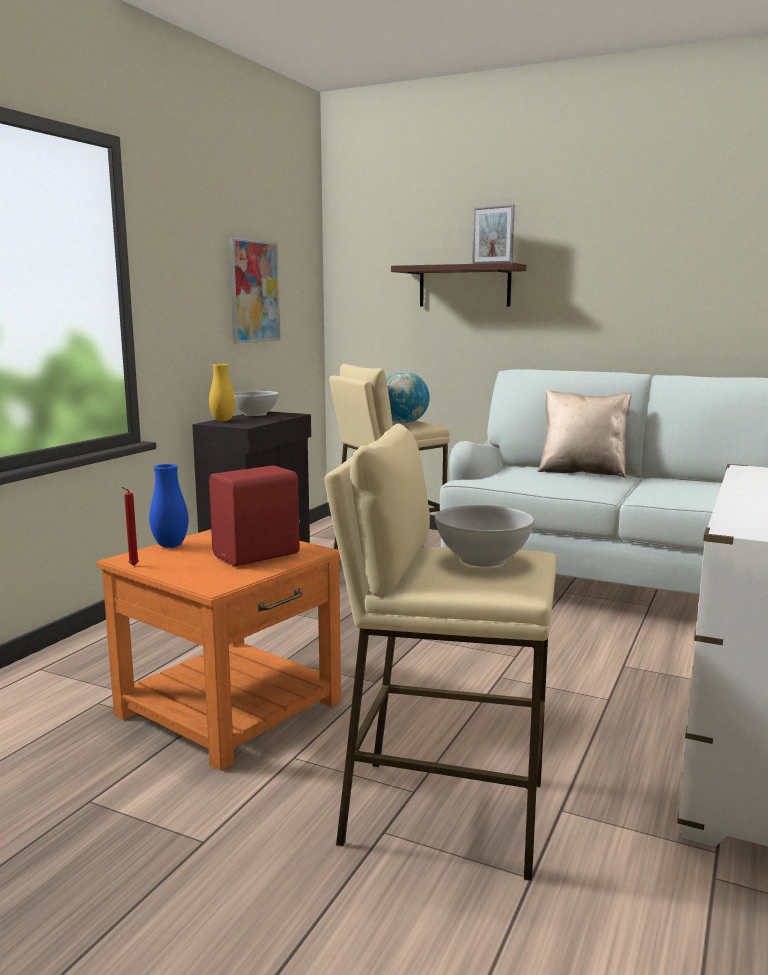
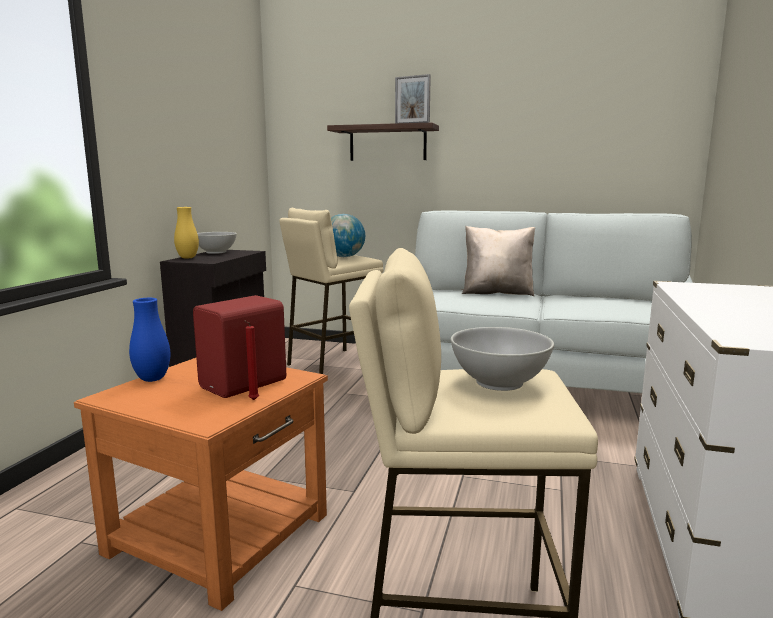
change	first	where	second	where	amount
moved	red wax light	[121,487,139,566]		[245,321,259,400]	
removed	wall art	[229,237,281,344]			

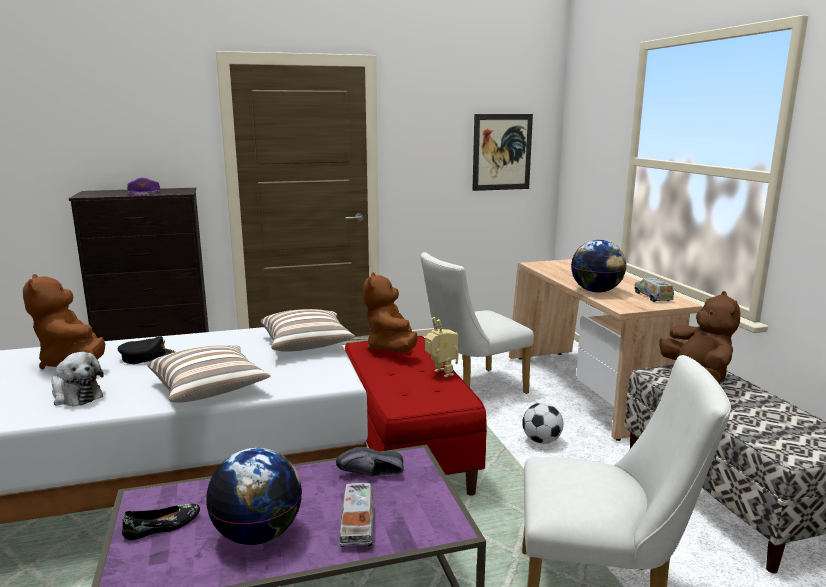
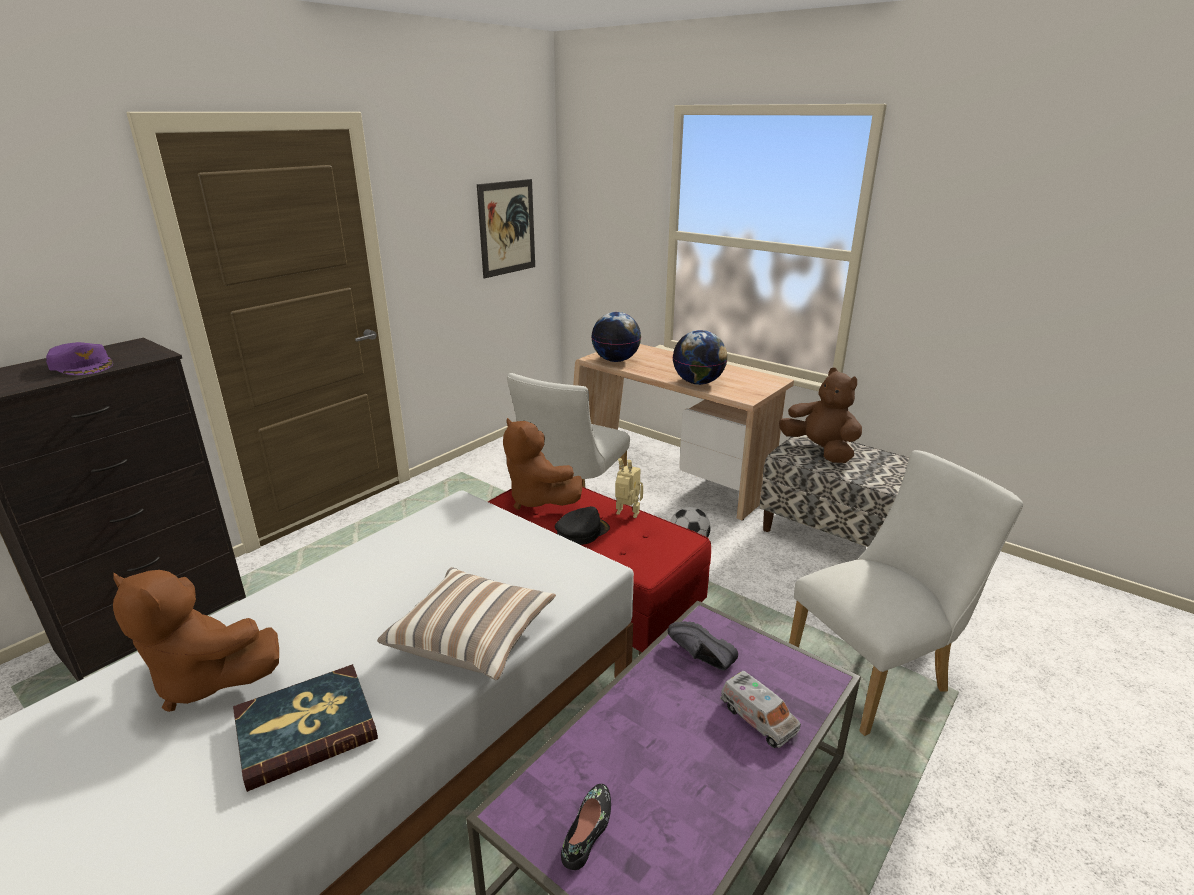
change	first	where	second	where	amount
replaced	plush toy	[51,352,104,406]	volume	[233,664,378,792]	
moved	black cap	[118,336,175,364]		[555,506,610,545]	
moved	world globe	[206,448,302,545]		[591,312,641,362]	
turned	black low shoe	[336,447,404,476]		[668,621,738,671]	75 degrees clockwise
removed	pillow	[261,309,355,352]			
removed	toy truck	[634,278,674,302]			

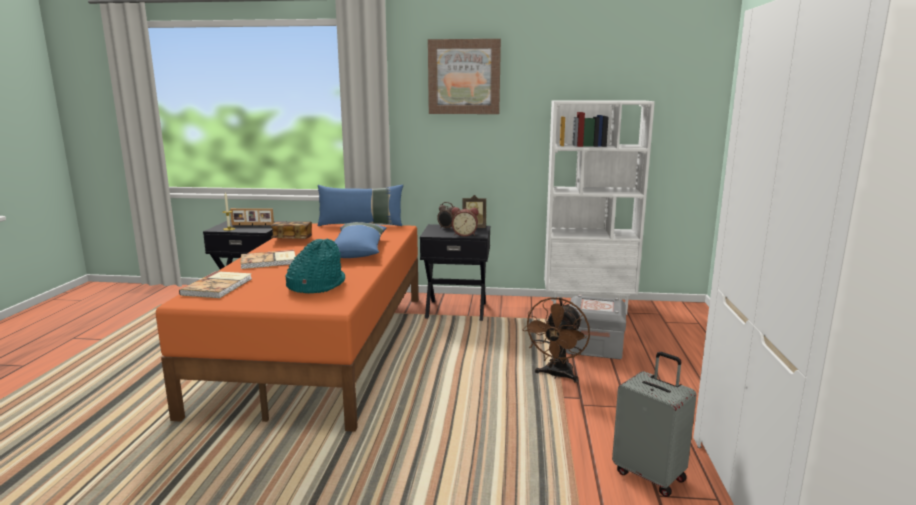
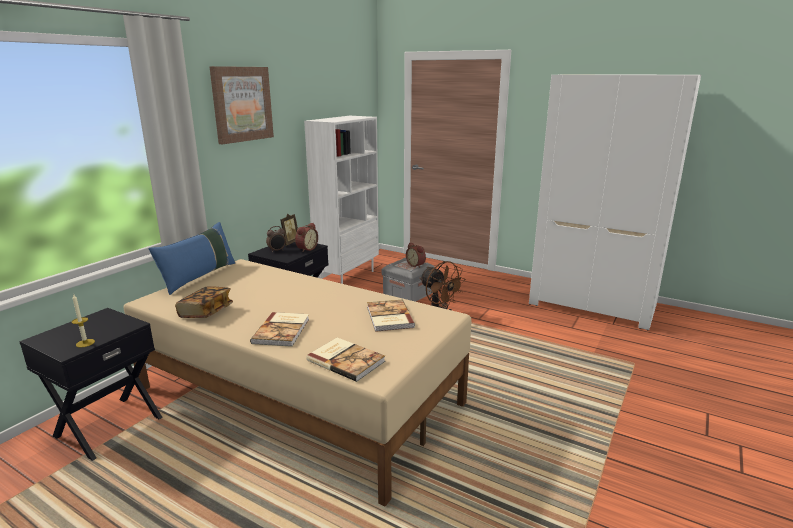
change	first	where	second	where	amount
recoloured	orange-coloured bed	[156,223,419,432]	sand-coloured bed	[124,259,472,506]	
replaced	turquoise wearable hat	[286,239,345,293]	volume	[367,300,415,332]	
added			bedside clock	[406,242,426,268]	
removed	picture frame	[230,208,274,226]			
removed	blue-coloured pillow	[334,222,387,258]			
removed	grey piece of luggage	[612,352,697,497]			

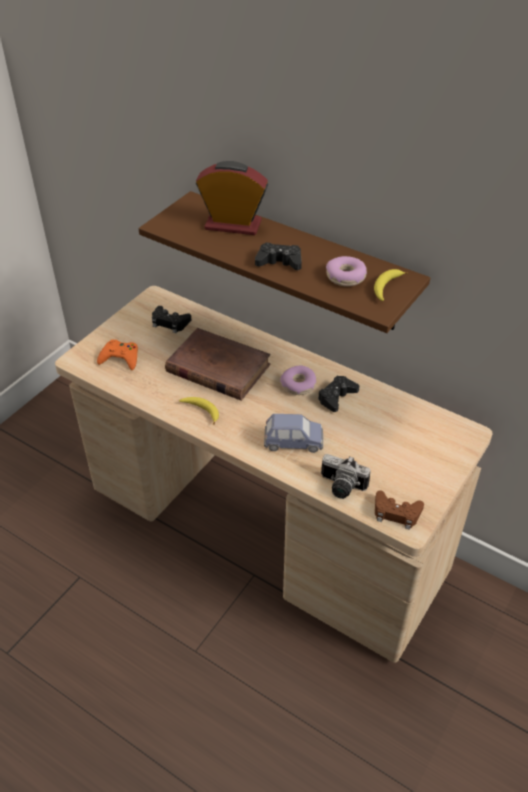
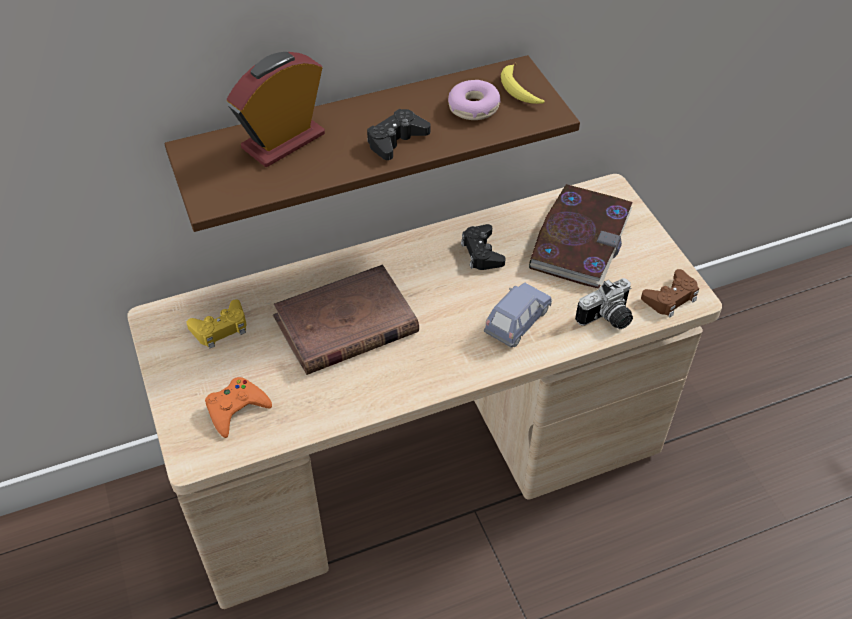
change	first	where	second	where	amount
recoloured	black game controller	[152,306,191,333]	yellow game controller	[186,299,246,348]	
added			volume	[529,184,633,289]	
removed	banana	[179,397,219,425]			
removed	donut	[280,366,316,395]			

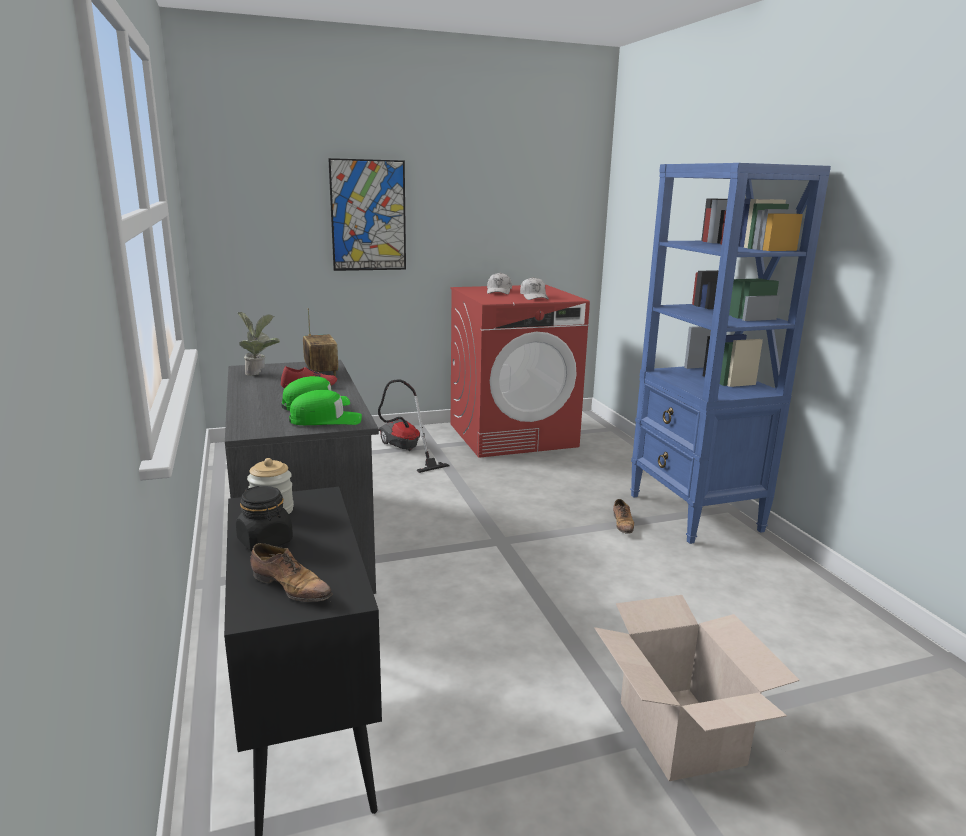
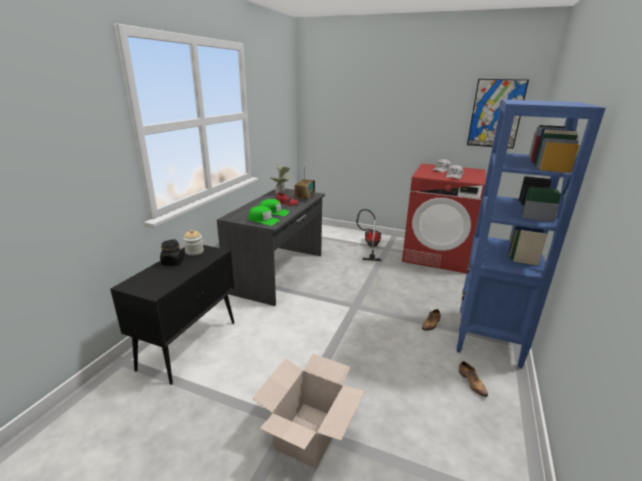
change	first	where	second	where	amount
moved	low shoe	[250,543,333,602]		[459,361,488,398]	
moved	wall art	[328,158,406,271]		[467,79,529,149]	

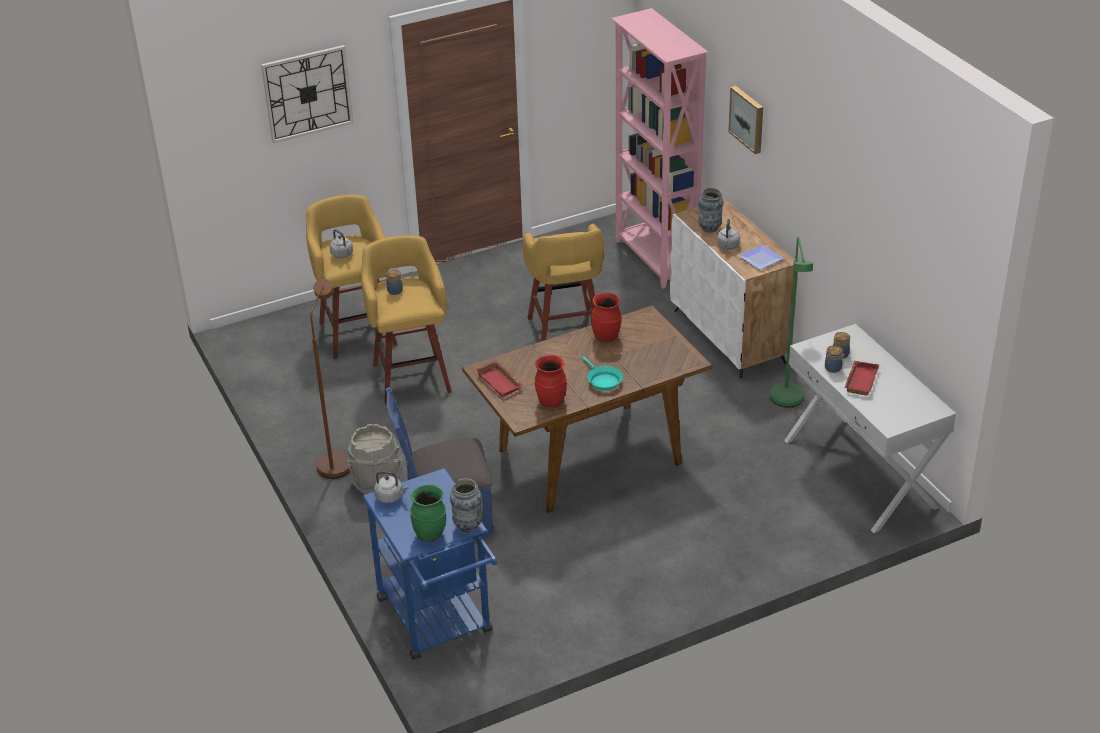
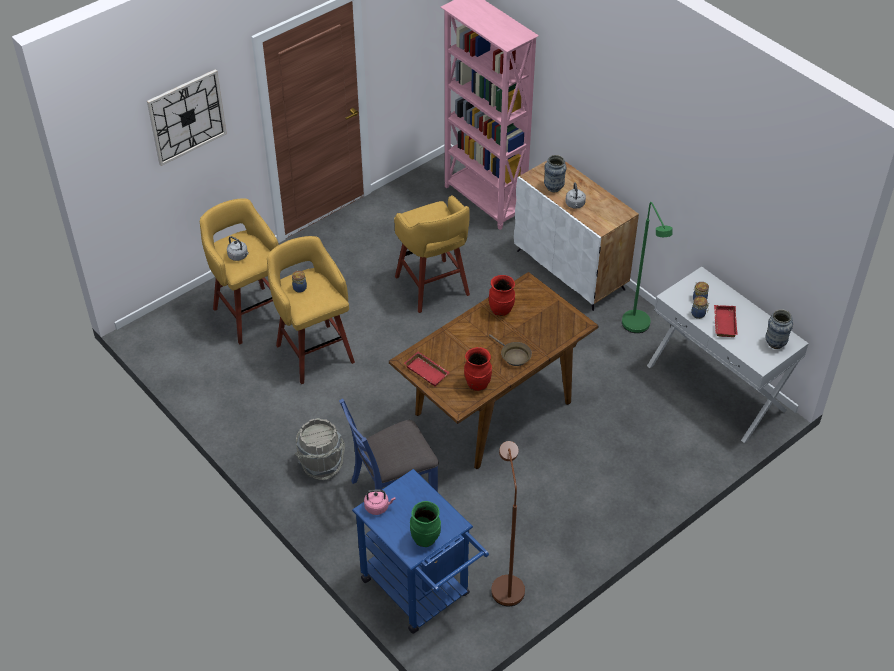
change	first	where	second	where	amount
recoloured	grey kettle	[374,471,409,503]	pink kettle	[364,489,396,515]	
recoloured	turquoise frying pan	[582,357,623,391]	brownish frying pan	[489,334,532,366]	
moved	brownish floor lamp	[310,279,352,479]		[491,441,525,606]	
moved	flower vase	[450,478,482,532]		[765,309,793,349]	
removed	wall art	[728,86,763,154]			
removed	plate	[738,245,784,270]			

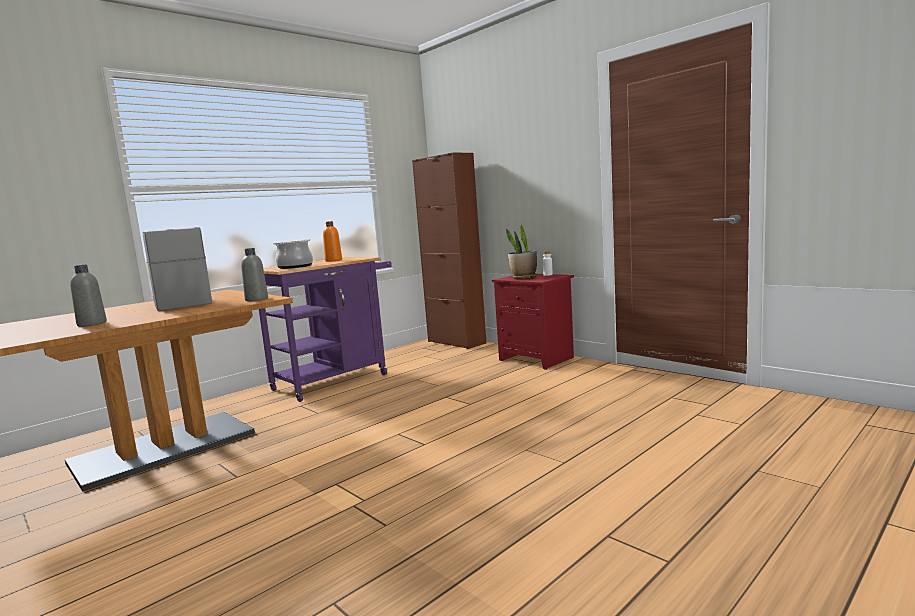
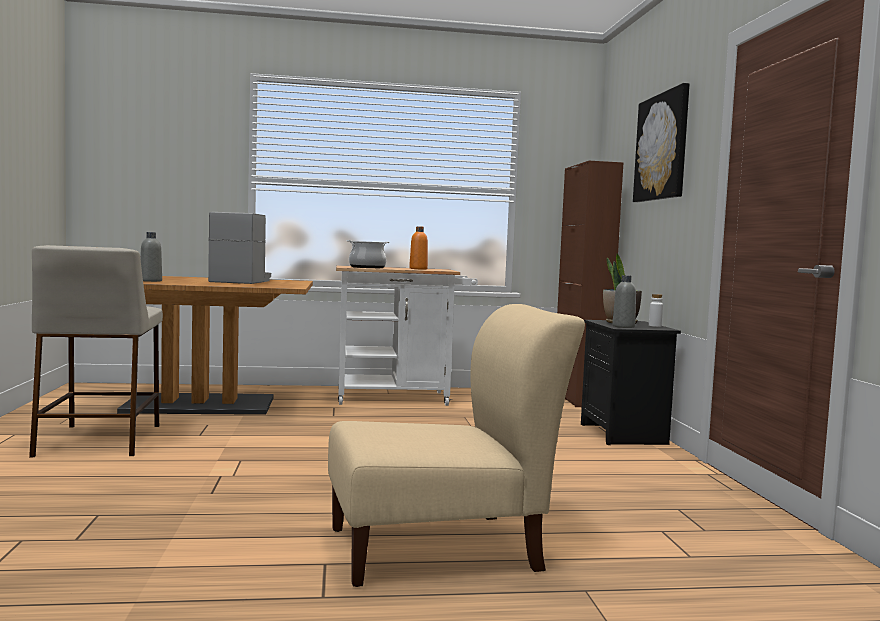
change	first	where	second	where	amount
added			sand-coloured stool seat	[29,245,163,457]	
added			sand-coloured plain chair	[328,304,585,587]	
recoloured	purple wheeled cart	[259,257,392,402]	whitish wheeled cart	[336,265,478,406]	
recoloured	red bedside table	[492,274,574,370]	black bedside table	[581,320,681,445]	
moved	grey drink bottle	[241,248,268,301]		[612,275,636,328]	
added			wall art	[633,83,690,202]	

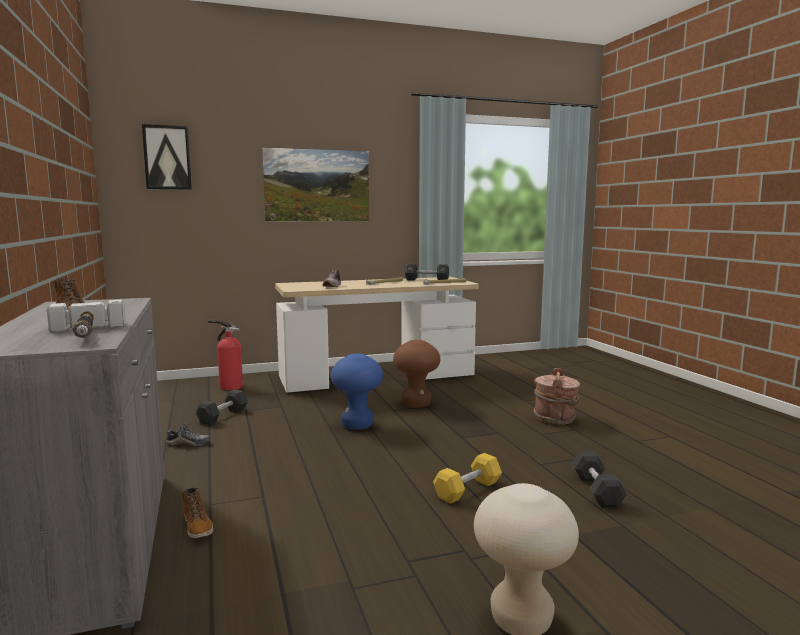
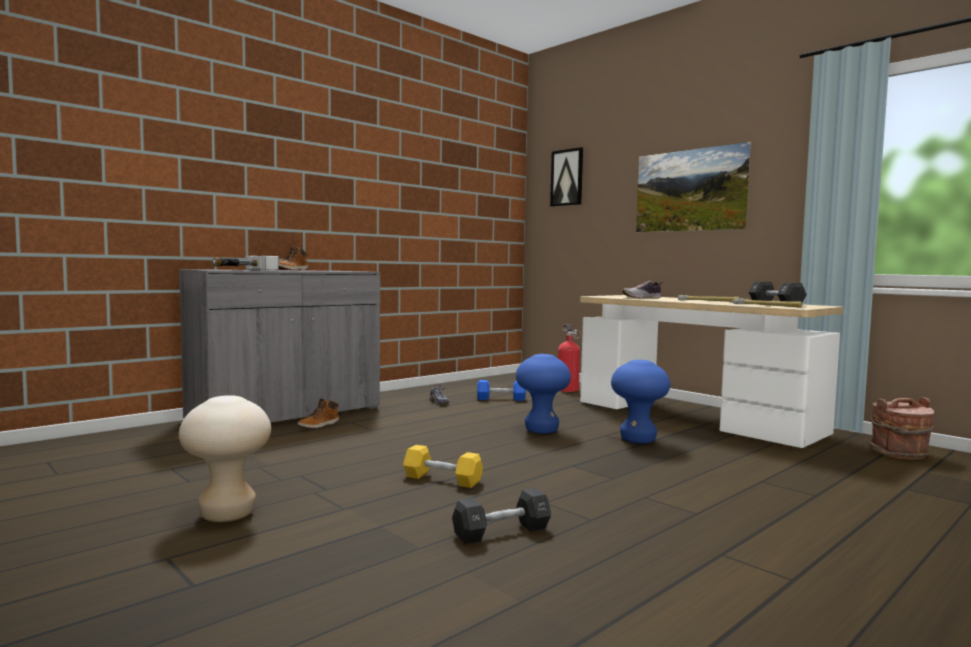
change	first	where	second	where	amount
recoloured	black hand weight	[195,390,248,425]	blue-coloured hand weight	[477,380,526,401]	
recoloured	brownish stool seat	[393,340,440,408]	blue-coloured stool seat	[611,360,670,444]	
moved	brownish pail	[533,368,580,425]		[869,397,935,460]	

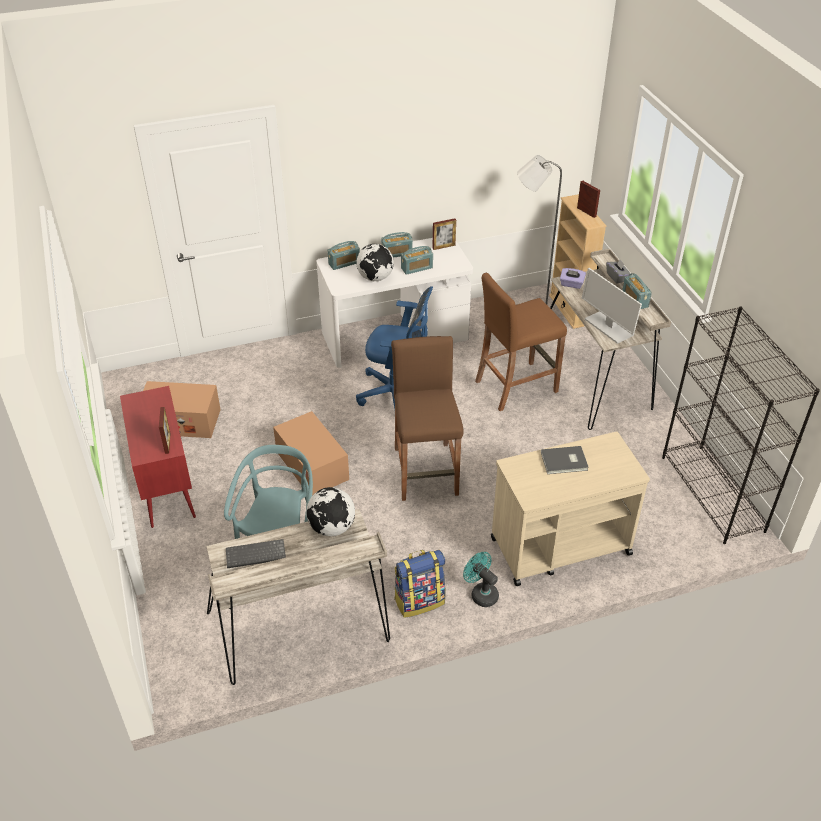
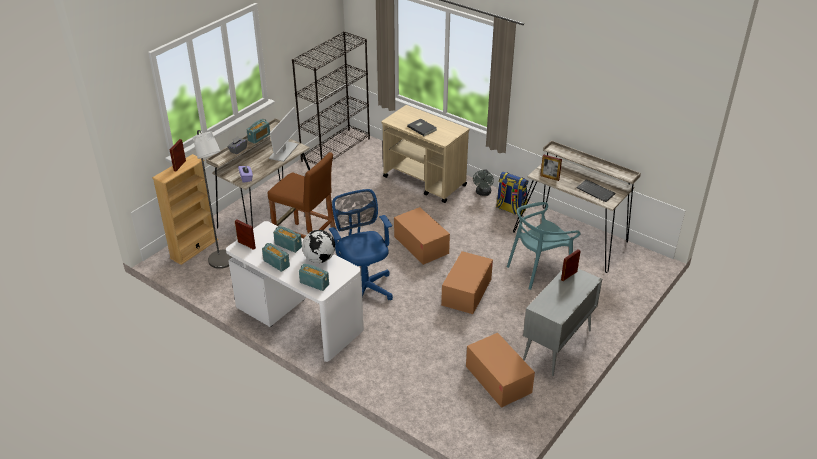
change	first	where	second	where	amount
replaced	brownish stool seat	[391,336,464,501]	packing box	[394,207,450,265]	
recoloured	turquoise fan	[463,552,499,607]	grey fan	[473,169,494,196]	
recoloured	red storage cabinet	[120,386,196,528]	grey storage cabinet	[523,269,602,376]	
replaced	world globe	[306,487,355,536]	picture frame	[540,154,562,181]	

